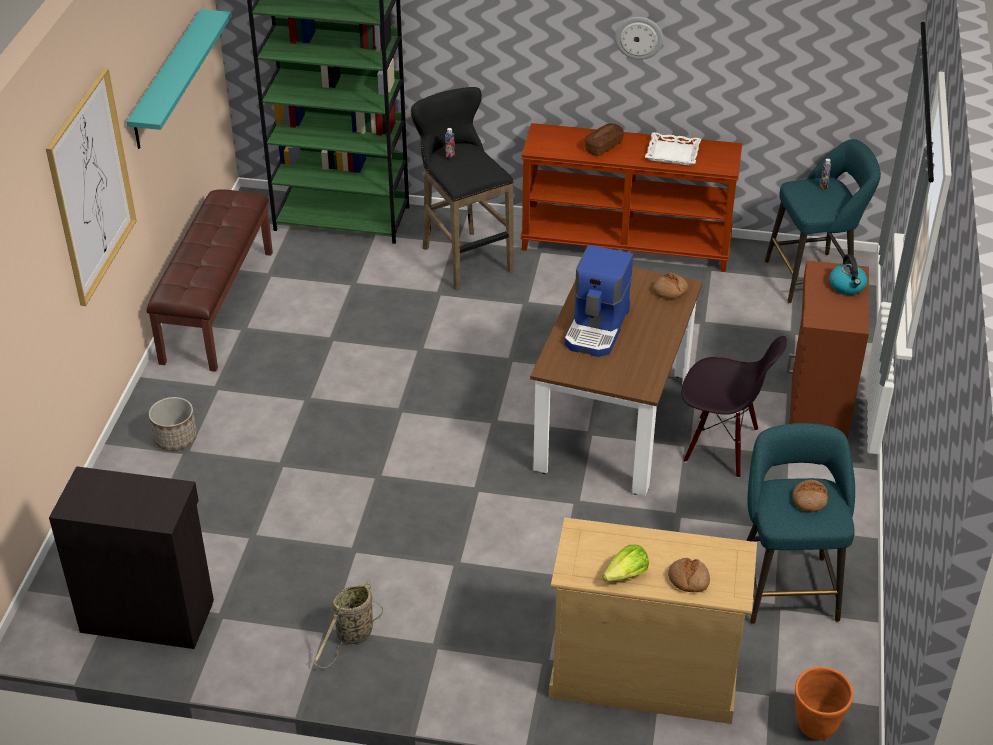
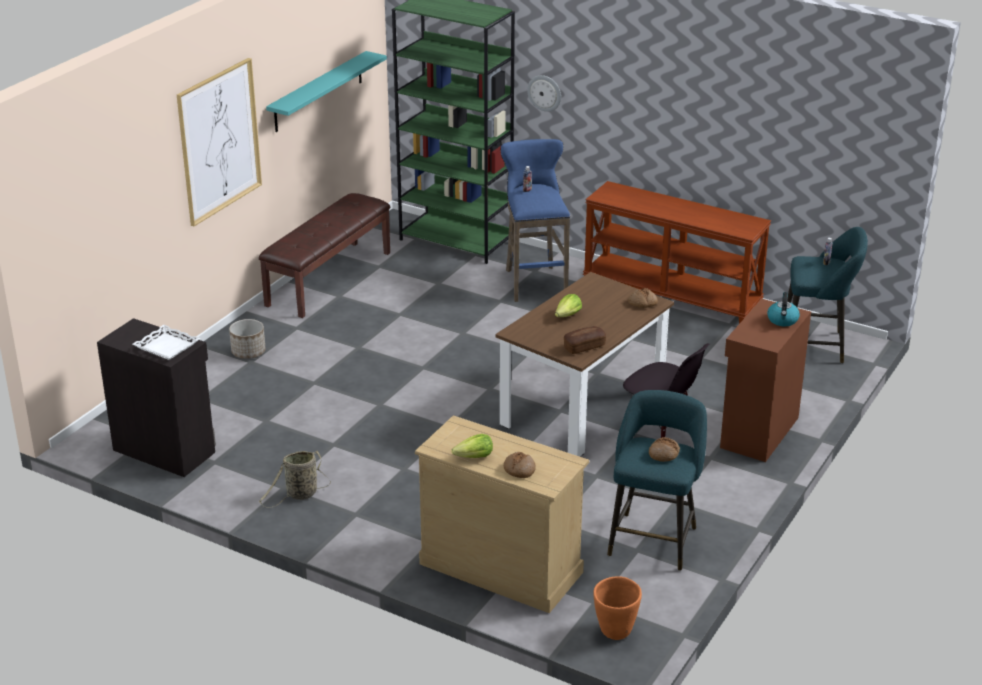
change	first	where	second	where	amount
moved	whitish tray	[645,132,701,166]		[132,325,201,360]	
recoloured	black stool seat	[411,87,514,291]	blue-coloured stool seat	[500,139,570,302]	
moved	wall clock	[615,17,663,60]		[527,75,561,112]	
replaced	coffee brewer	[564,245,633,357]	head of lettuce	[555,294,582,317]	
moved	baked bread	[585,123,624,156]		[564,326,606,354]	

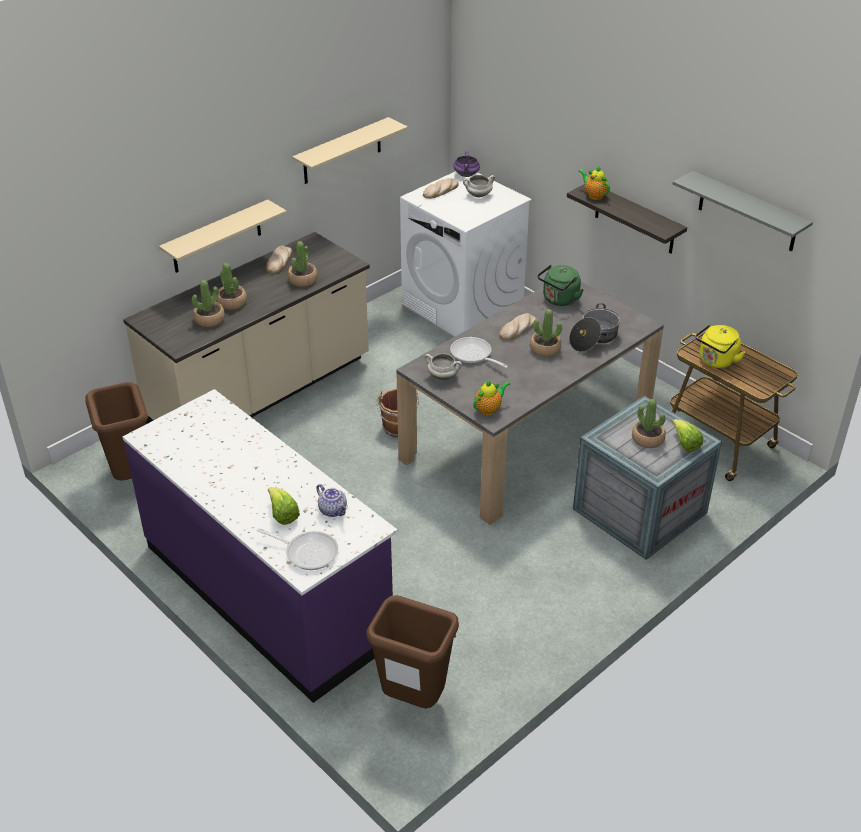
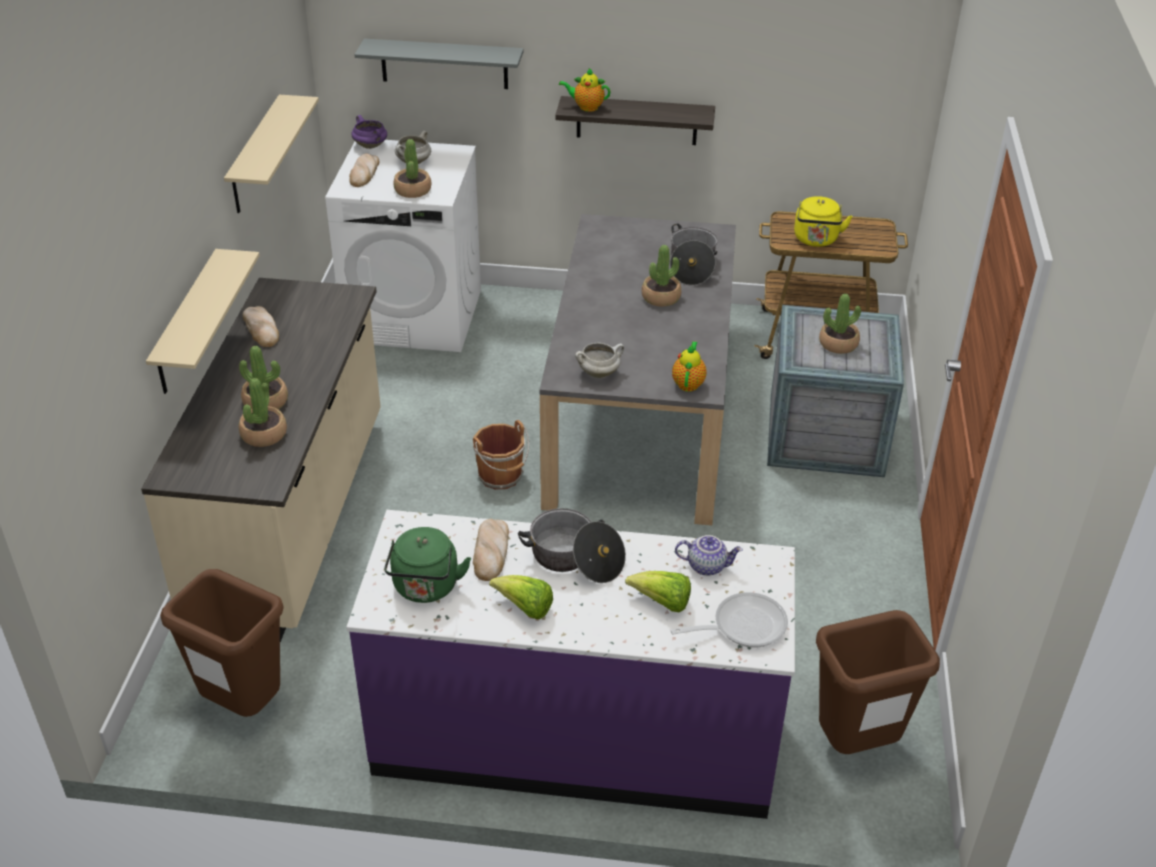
change	first	where	second	where	amount
moved	grey bracket shelf	[673,171,813,251]		[354,39,524,89]	
moved	green kettle	[538,265,584,306]		[384,527,471,603]	
moved	potted plant	[288,242,318,287]		[394,139,431,198]	
moved	baked bread	[499,313,536,340]		[473,519,509,581]	
moved	head of lettuce	[672,419,703,452]		[489,575,553,620]	
added			stockpot	[518,508,626,583]	
removed	frying pan	[450,337,508,368]			

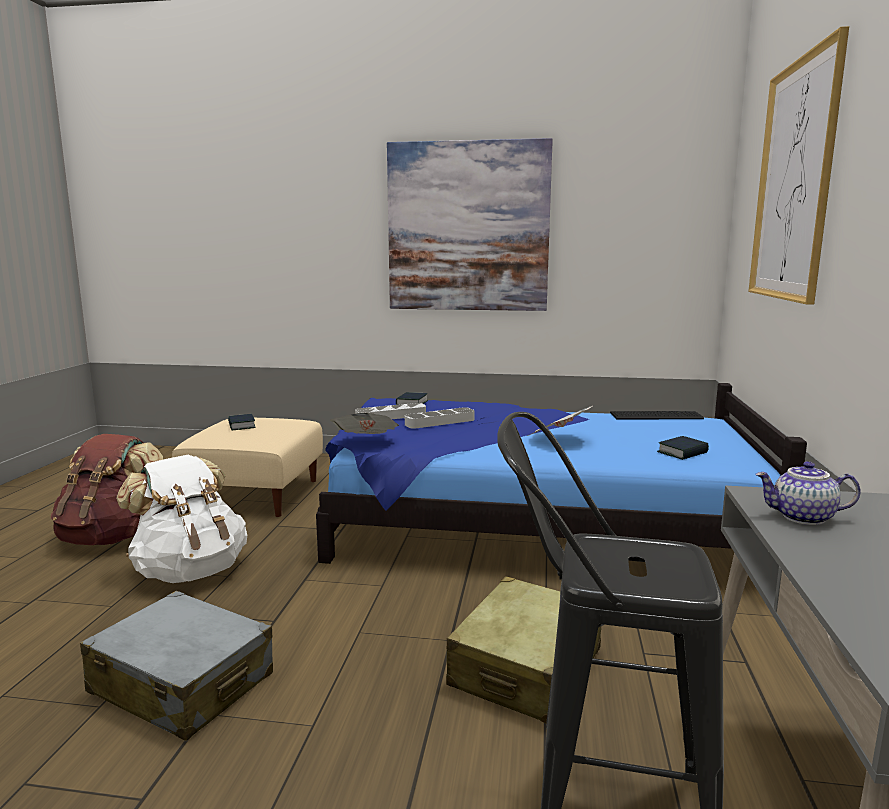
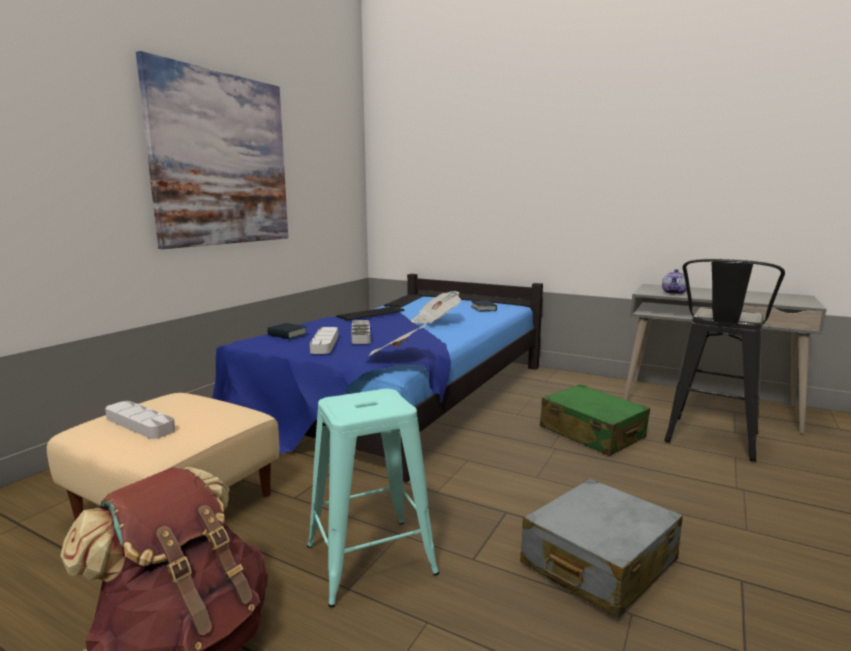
change	first	where	second	where	amount
replaced	volume	[228,414,256,430]	grey tray	[105,401,175,439]	
replaced	whitish backpack	[116,455,247,583]	turquoise stool seat	[307,389,439,607]	
added			computer keyboard	[336,306,405,320]	
recoloured	sand-coloured piece of luggage	[446,576,601,723]	green piece of luggage	[540,384,650,456]	
removed	wall art	[748,26,849,305]			

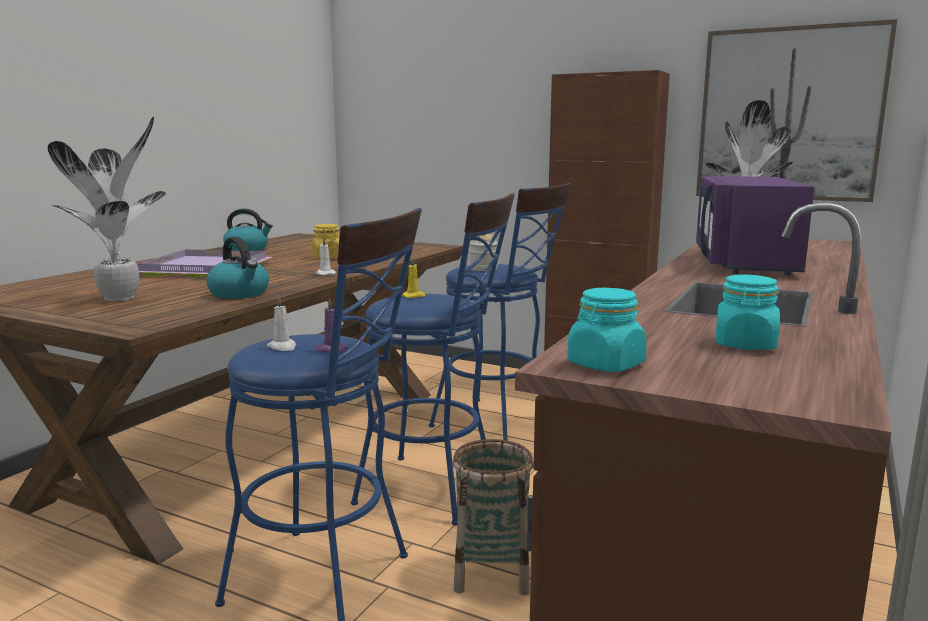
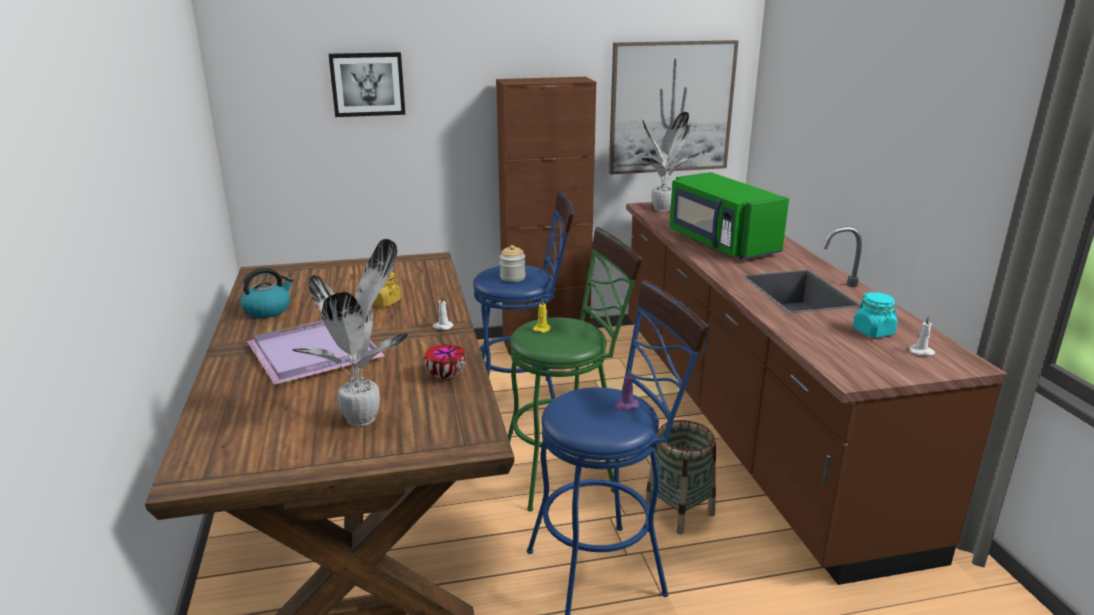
change	first	where	second	where	amount
added			wall art	[328,52,405,117]	
replaced	kettle	[207,237,269,299]	bowl	[424,344,465,379]	
recoloured	blue-coloured stool seat	[351,193,515,525]	green stool seat	[508,227,642,512]	
recoloured	purple microwave oven	[696,176,814,276]	green microwave oven	[669,172,789,259]	
moved	whitish wax light	[267,296,296,351]		[909,316,935,356]	
removed	turquoise storage jar	[567,288,647,372]			

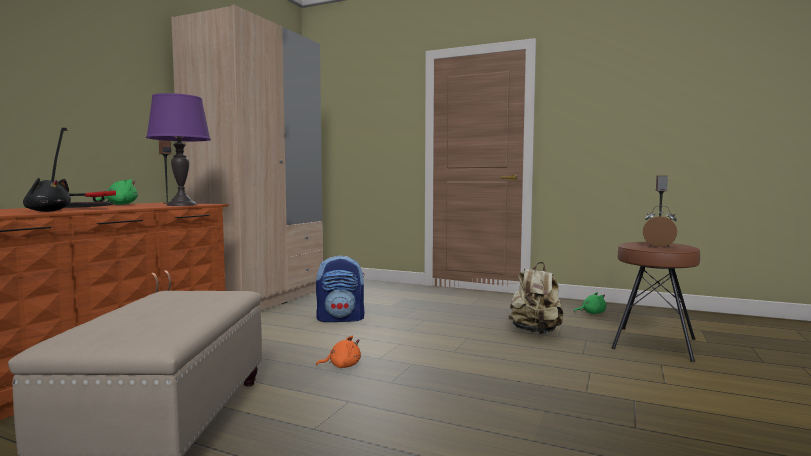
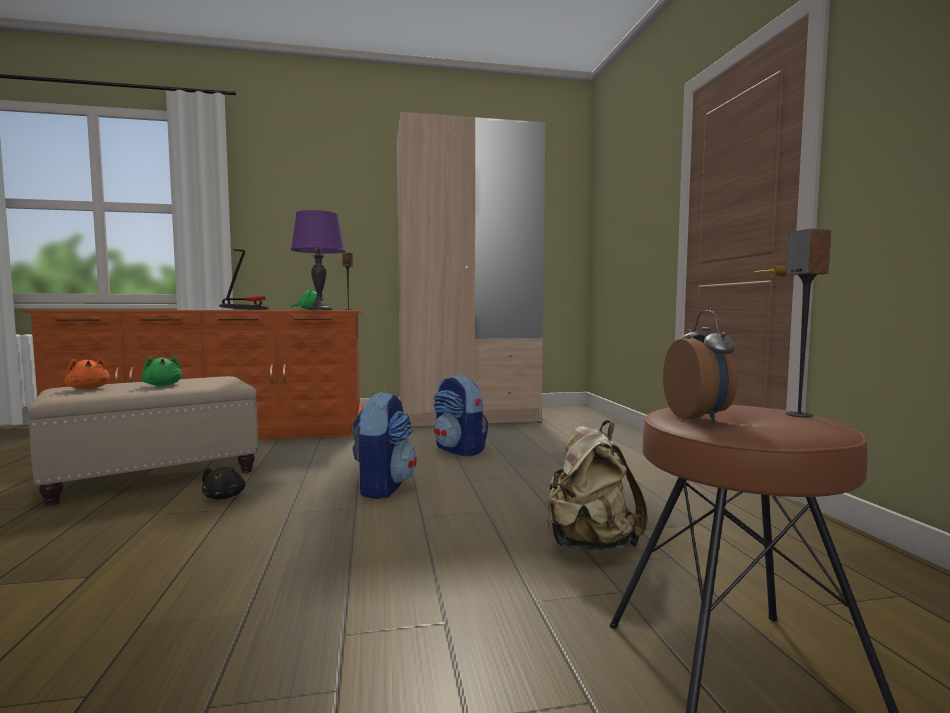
change	first	where	second	where	amount
moved	orange-coloured plush toy	[316,335,361,368]		[64,358,110,389]	
moved	green plush toy	[574,292,606,314]		[142,356,182,386]	
moved	black plush toy	[23,178,71,212]		[202,467,246,500]	
added			backpack	[352,392,417,499]	

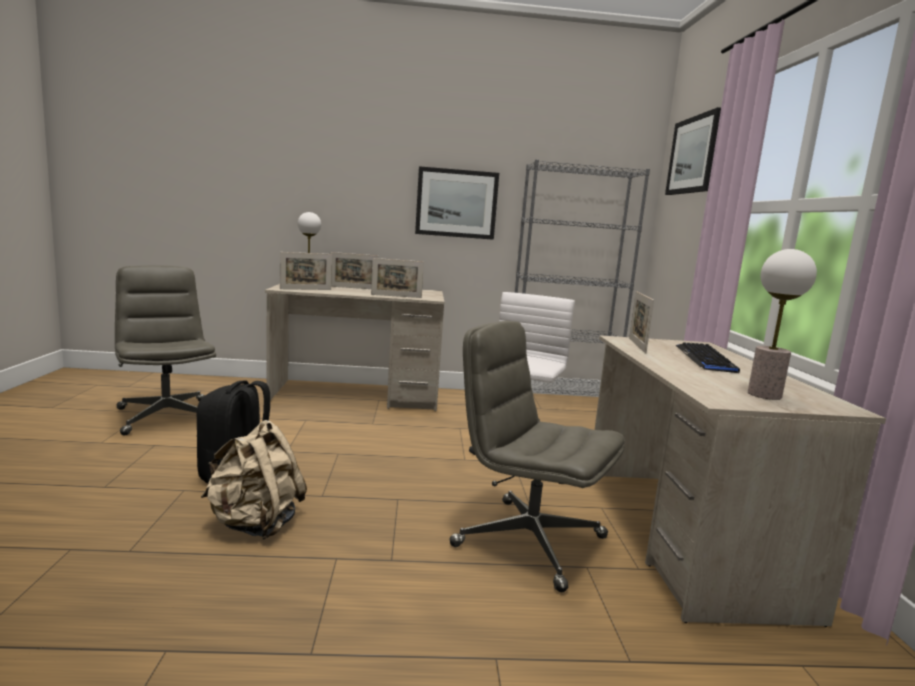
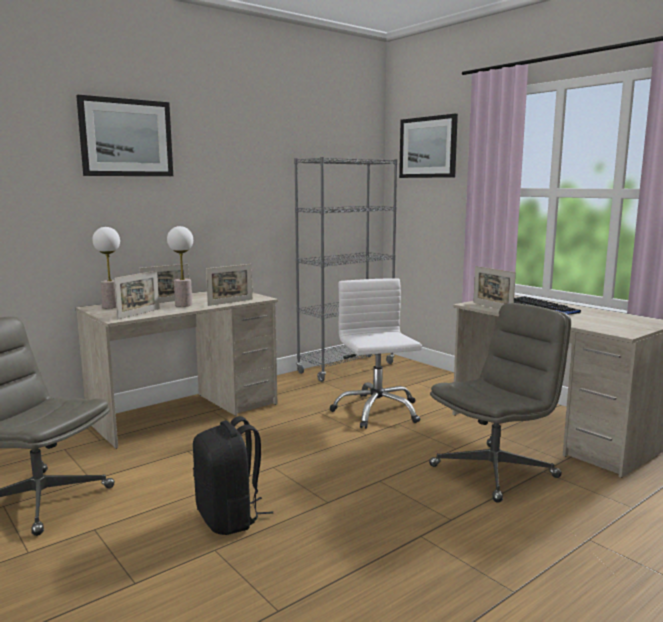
change	first	where	second	where	amount
moved	wall art	[415,166,499,240]		[76,95,173,176]	
moved	lamp for a table	[748,249,817,400]		[167,226,193,307]	
turned	grey computer chair	[449,321,625,592]		[429,303,571,503]	150 degrees clockwise
removed	sand-coloured backpack	[201,420,307,539]			

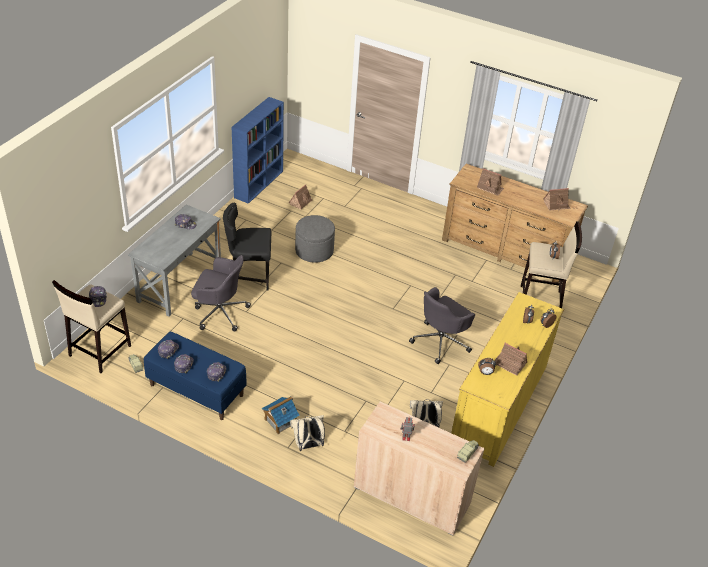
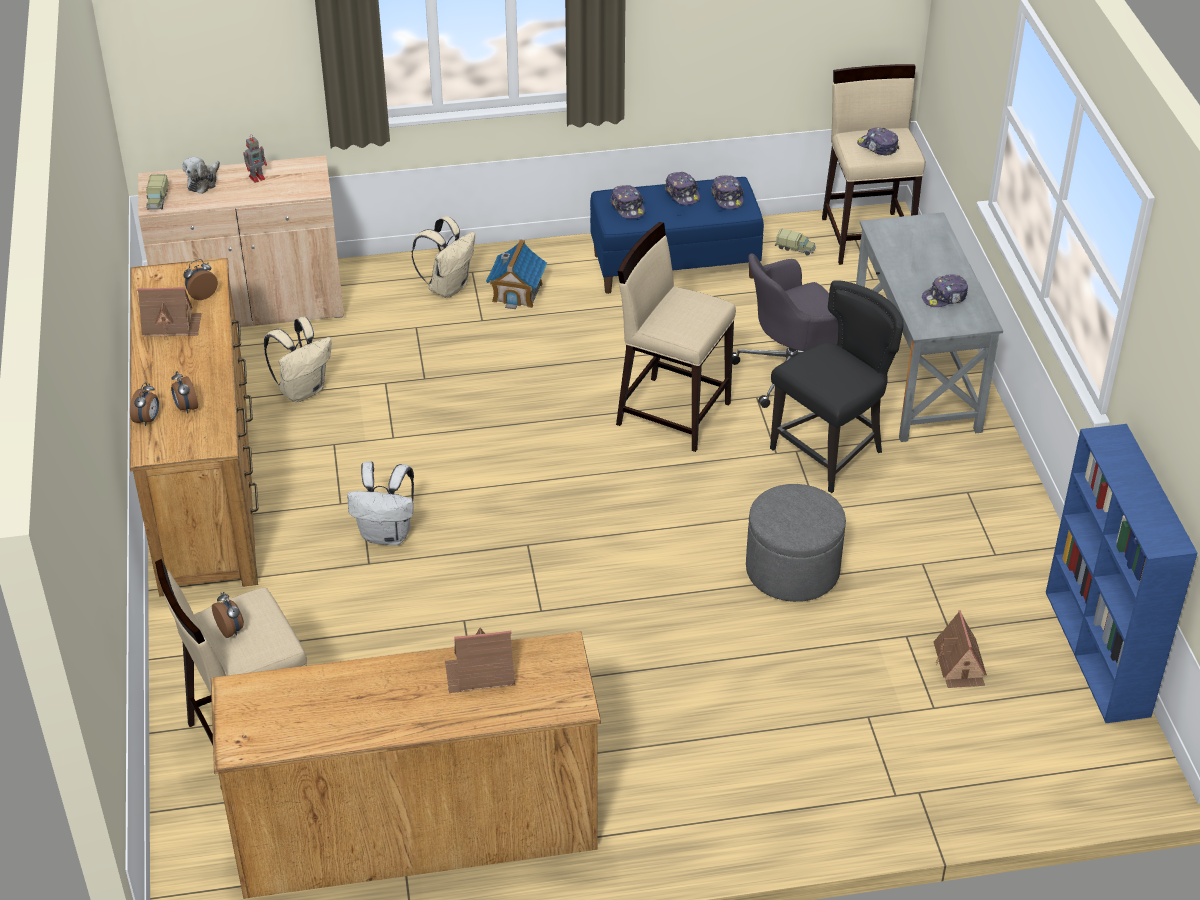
change	first	where	second	where	amount
recoloured	yellow dresser	[451,292,564,467]	brownish dresser	[130,258,258,597]	
added			plush toy	[183,157,220,194]	
replaced	grey computer chair	[409,287,475,364]	whitish backpack	[347,461,414,545]	
added			sand-coloured stool seat	[616,222,736,452]	
removed	toy house	[543,188,571,211]			

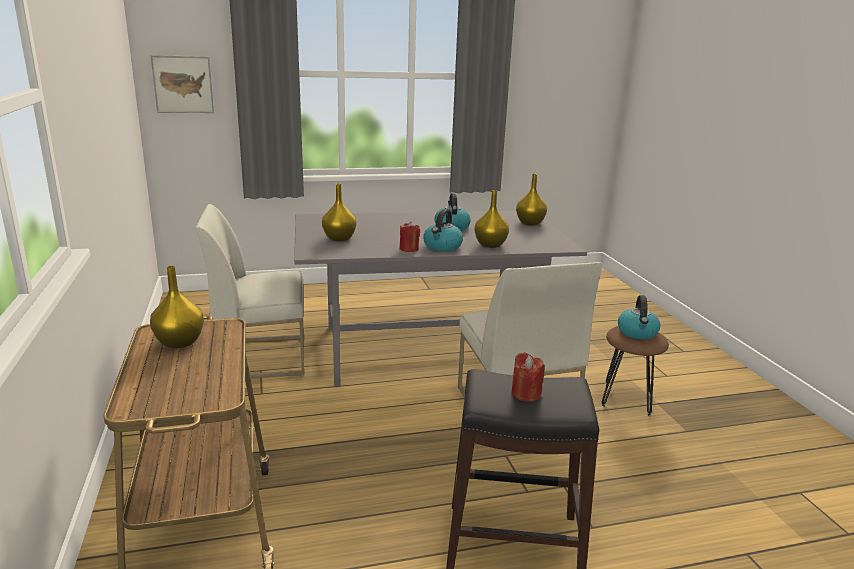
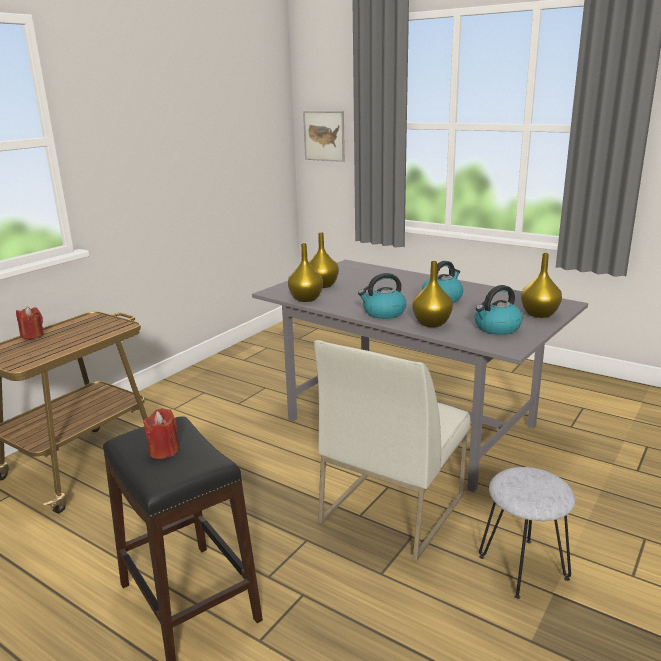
change	first	where	second	where	amount
moved	red wax light	[399,222,420,252]		[16,306,44,339]	
moved	yellow flower vase	[150,266,204,348]		[288,243,323,302]	
moved	kettle	[618,295,660,339]		[474,285,523,335]	
recoloured	brownish stool seat	[601,326,669,416]	grey stool seat	[479,467,575,599]	
removed	whitish plain chair	[196,204,304,380]			

